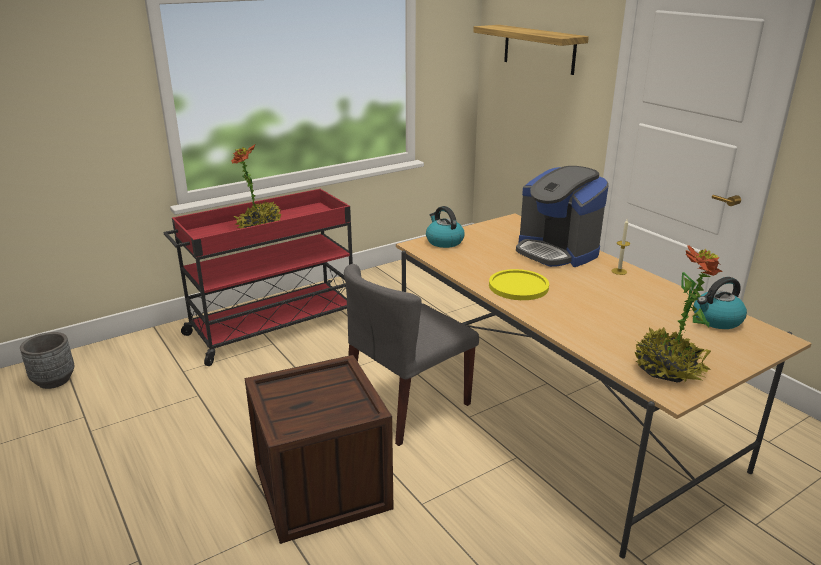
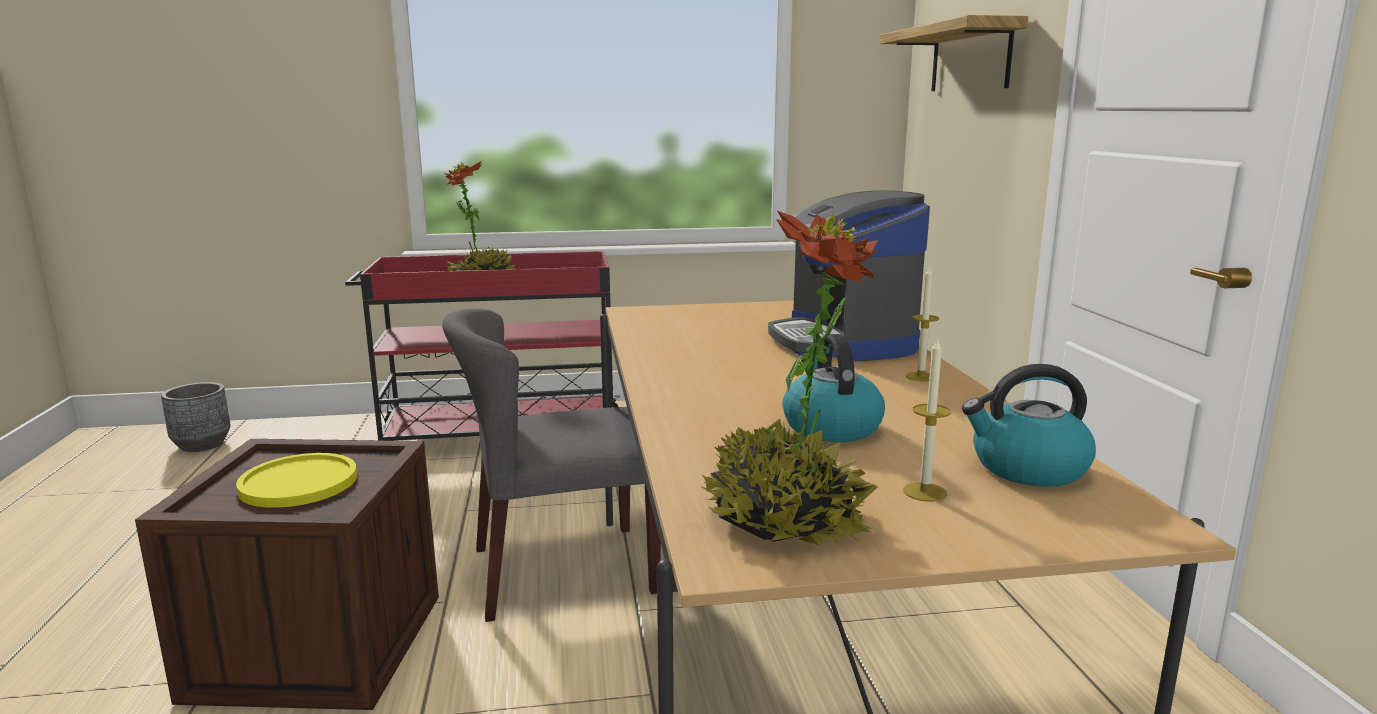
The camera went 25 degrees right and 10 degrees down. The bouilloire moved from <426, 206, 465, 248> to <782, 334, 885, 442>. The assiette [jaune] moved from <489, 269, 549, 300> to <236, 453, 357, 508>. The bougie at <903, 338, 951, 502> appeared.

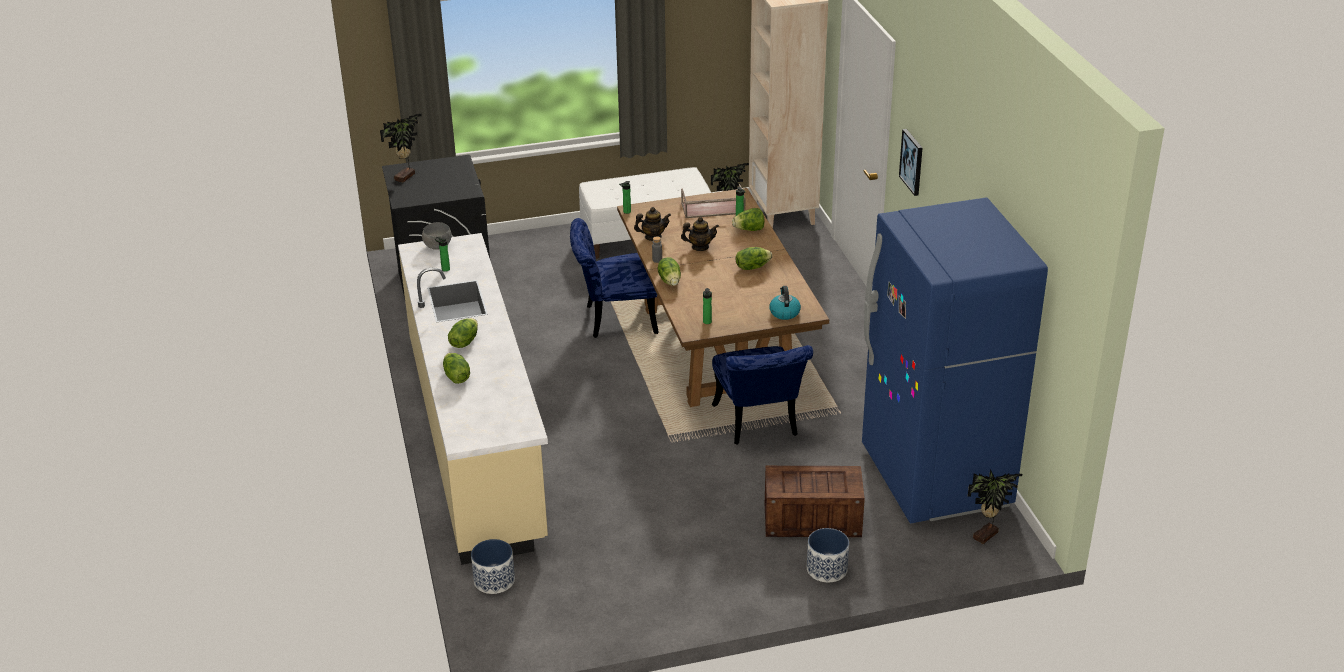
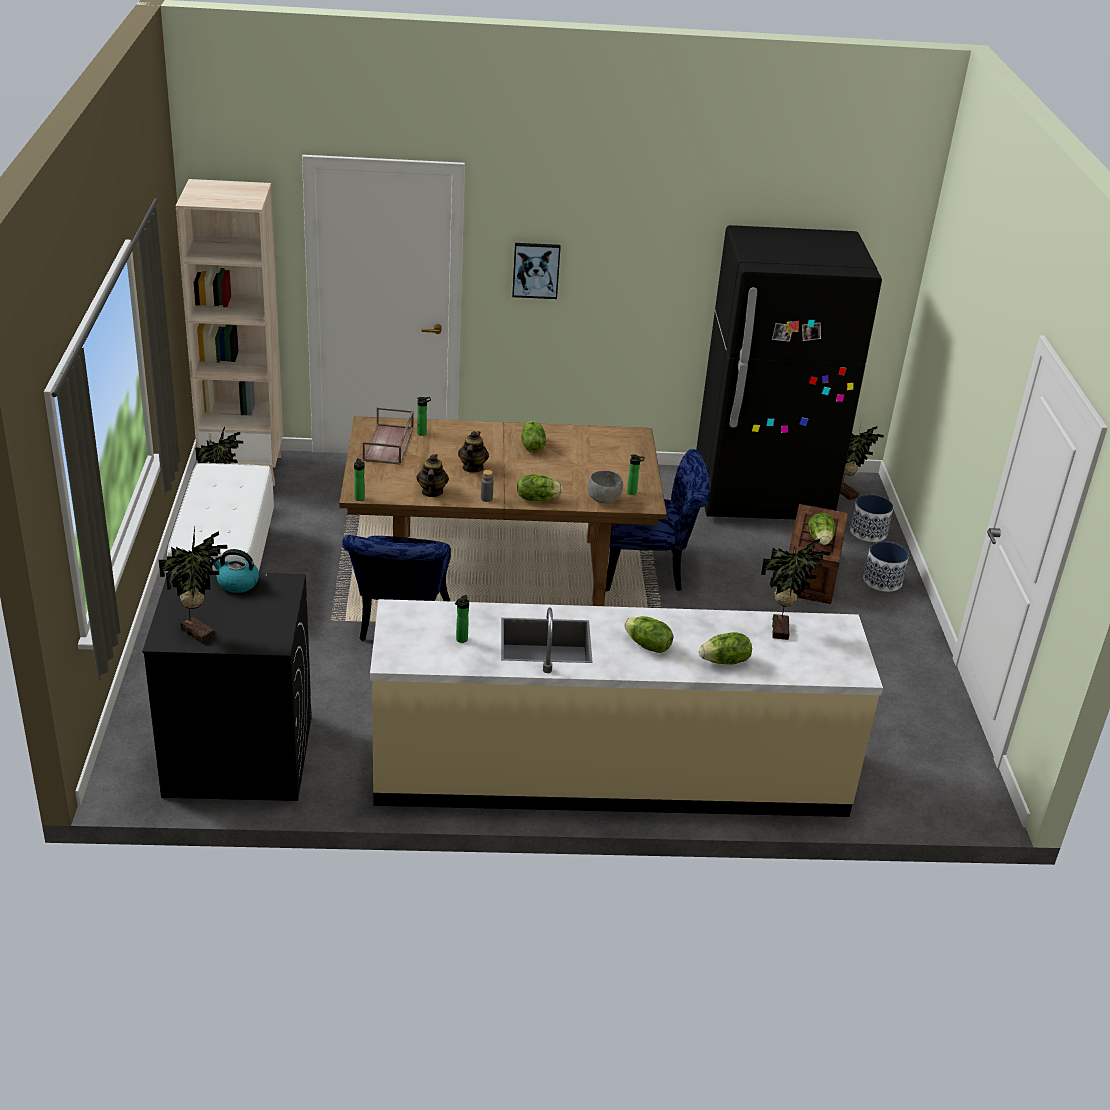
The camera went 80 degrees left and 0 degrees up. The bol [gris] moved from <422, 222, 452, 250> to <588, 471, 623, 504>. The cache-pot moved from <471, 539, 515, 594> to <850, 495, 893, 542>. The laitue moved from <732, 208, 764, 231> to <808, 513, 835, 545>. The bouilloire moved from <769, 286, 801, 320> to <210, 549, 259, 593>. The réfrigérateur [bleu] at <862, 197, 1048, 524> became the réfrigérateur [noir] at <696, 225, 882, 520>. The plante en pot at <761, 539, 831, 640> appeared.

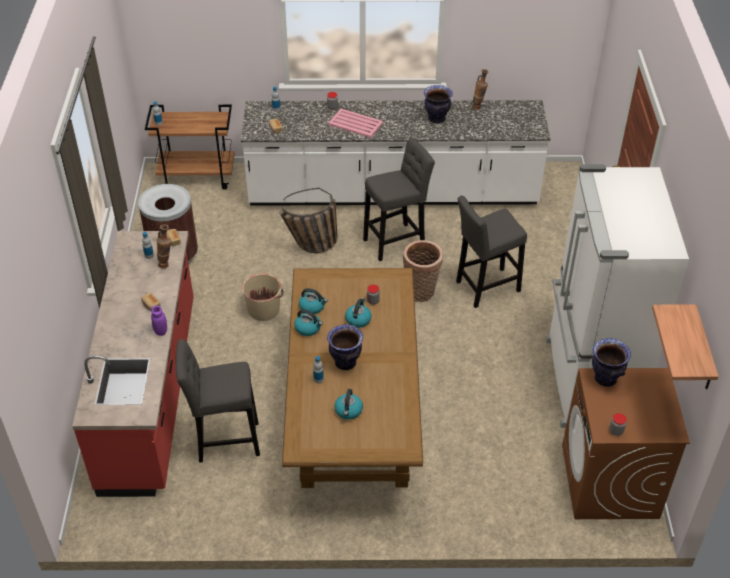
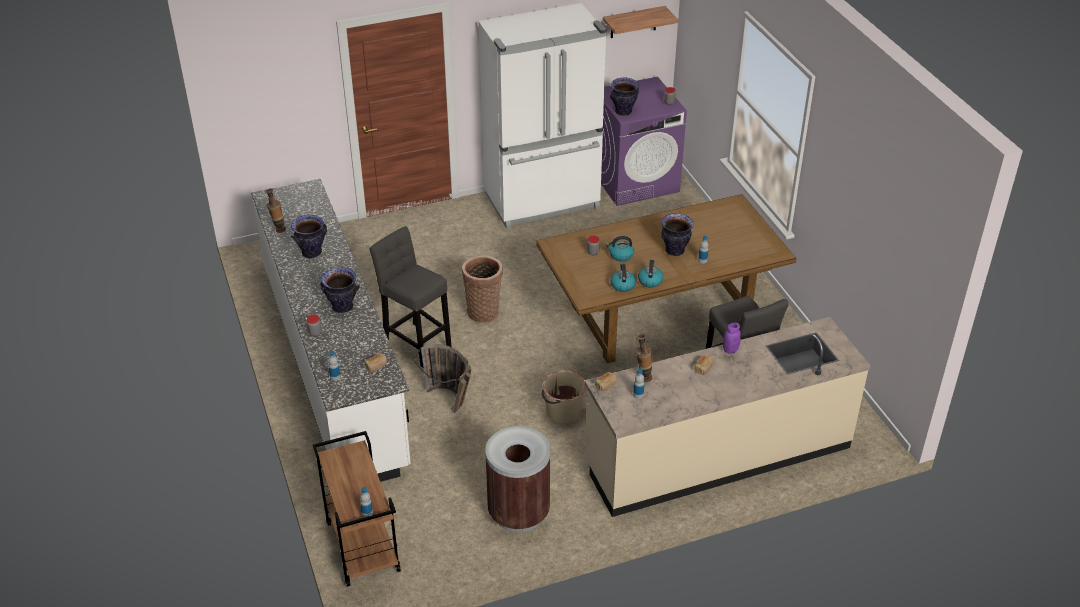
The camera went 110 degrees left and 5 degrees down. The comptoir de cuisine [rouge] at <72, 231, 194, 497> became the comptoir de cuisine [beige] at <585, 317, 870, 517>. The plateau [rose] at <328, 109, 383, 138> was replaced by the vase at <320, 268, 360, 313>. The bouilloire at <334, 389, 363, 420> disappeared. The tabouret [gris] at <456, 196, 527, 308> disappeared. The lave-linge [marron] at <562, 368, 690, 519> became the lave-linge [violet] at <601, 77, 687, 206>.

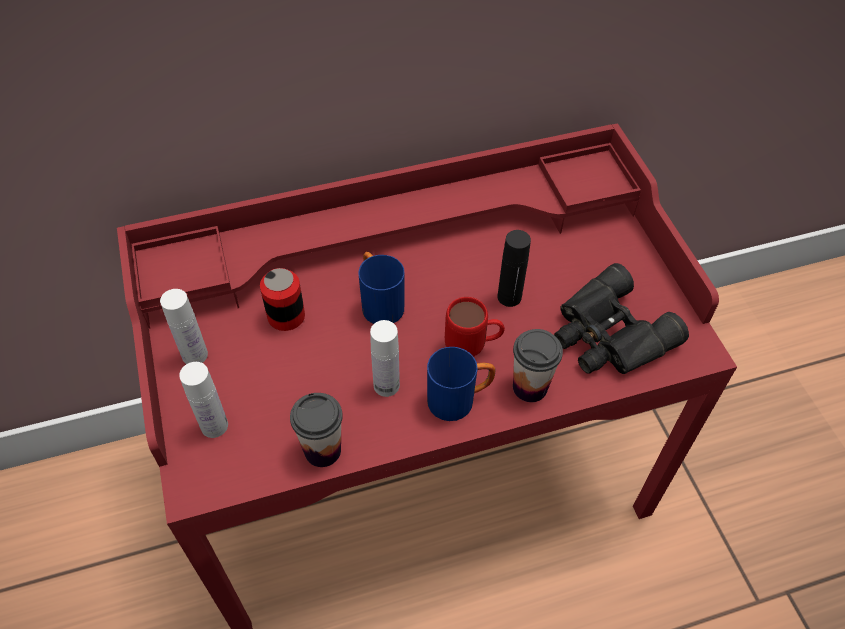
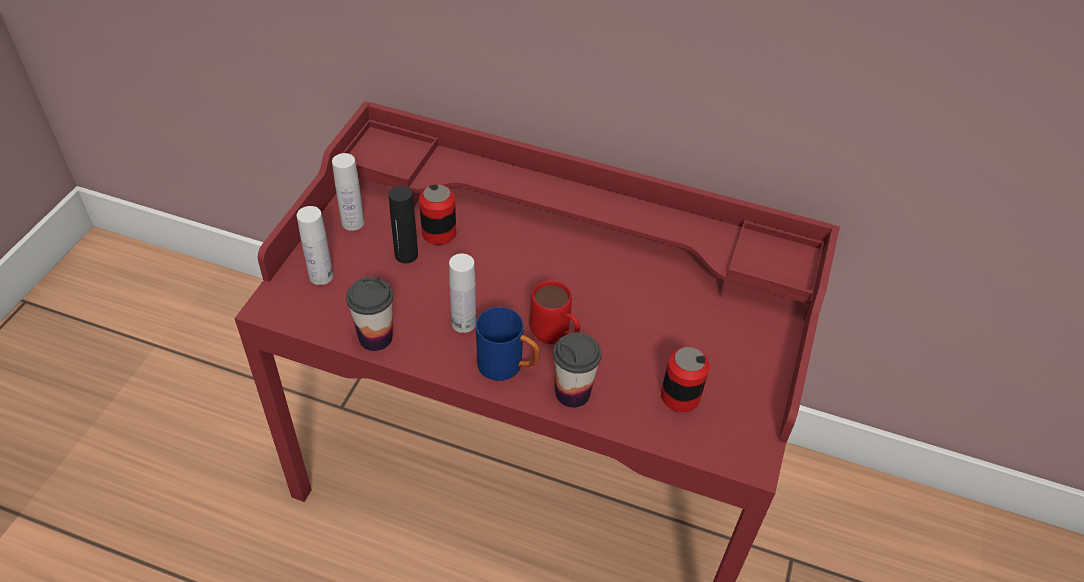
The camera went 35 degrees right and 5 degrees down. The mug [bleu] at <358, 252, 404, 324> disappeared. The bouteille [noir] moved from <497, 230, 531, 307> to <389, 185, 418, 263>. The jumelles [noir] at <554, 263, 689, 374> was replaced by the boîte métallique at <661, 347, 710, 412>.

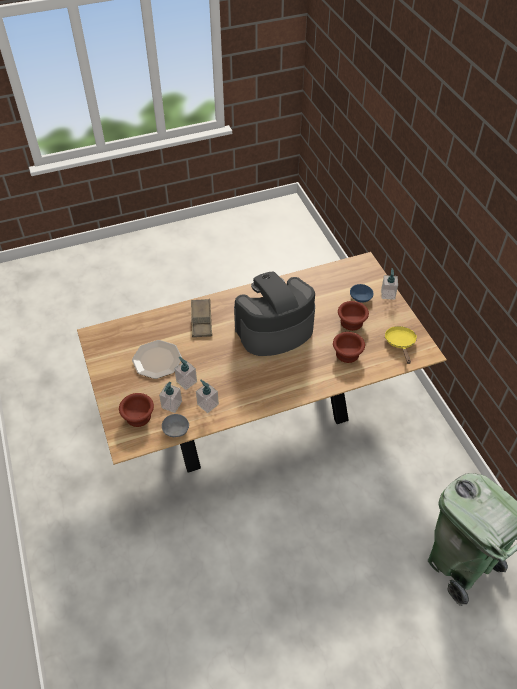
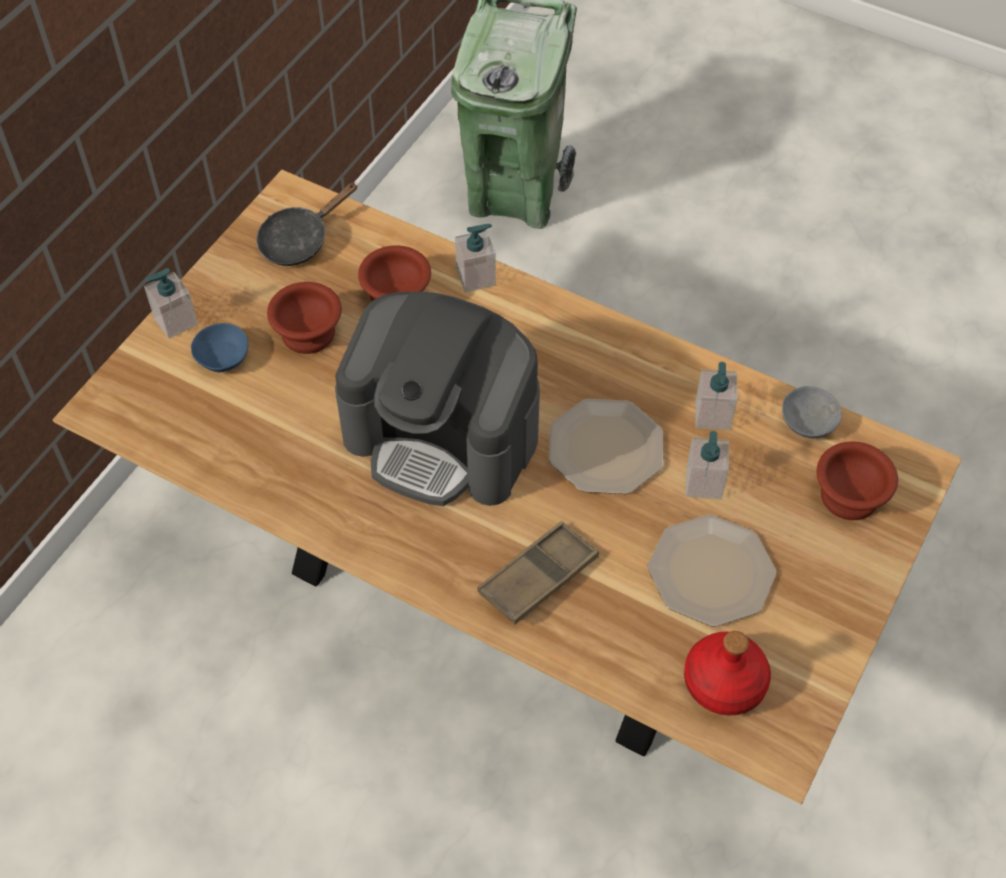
The camera went 130 degrees left and 5 degrees up. The distributeur de savon moved from <159, 382, 182, 413> to <455, 224, 496, 293>. The poêle [jaune] at <385, 326, 417, 364> became the poêle [noir] at <256, 182, 358, 266>. The assiette at <549, 399, 663, 494> appeared. The bouteille [rouge] at <684, 631, 771, 715> appeared.

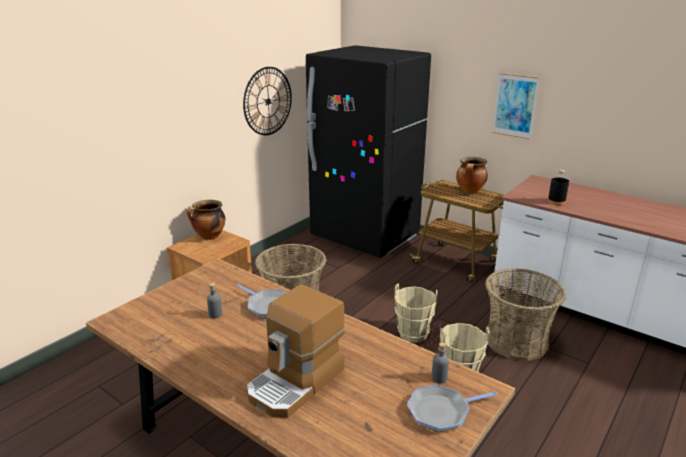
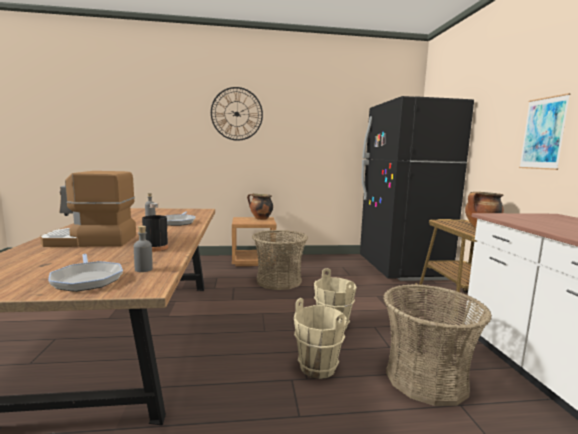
The camera went 45 degrees right and 15 degrees down. The horloge murale moved from <243, 67, 292, 135> to <211, 87, 263, 141>. The poêle at <407, 385, 497, 432> turned 150 degrees counterclockwise. The bouteille [noir] moved from <548, 170, 569, 205> to <142, 203, 168, 252>.

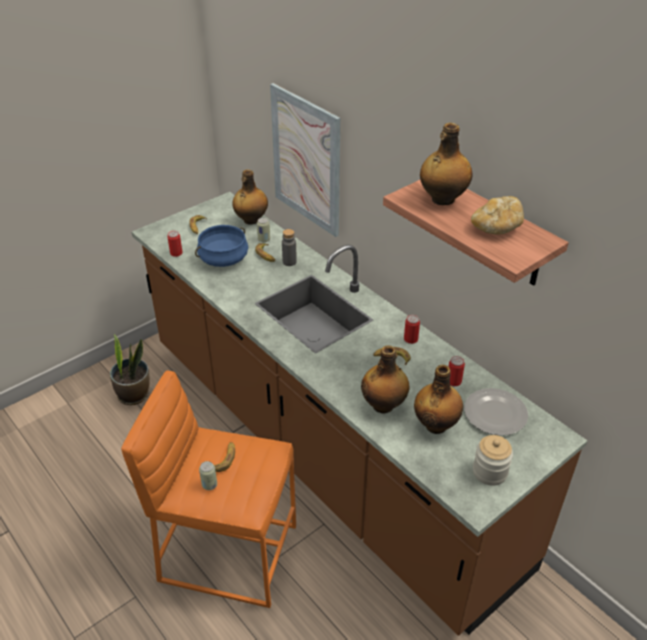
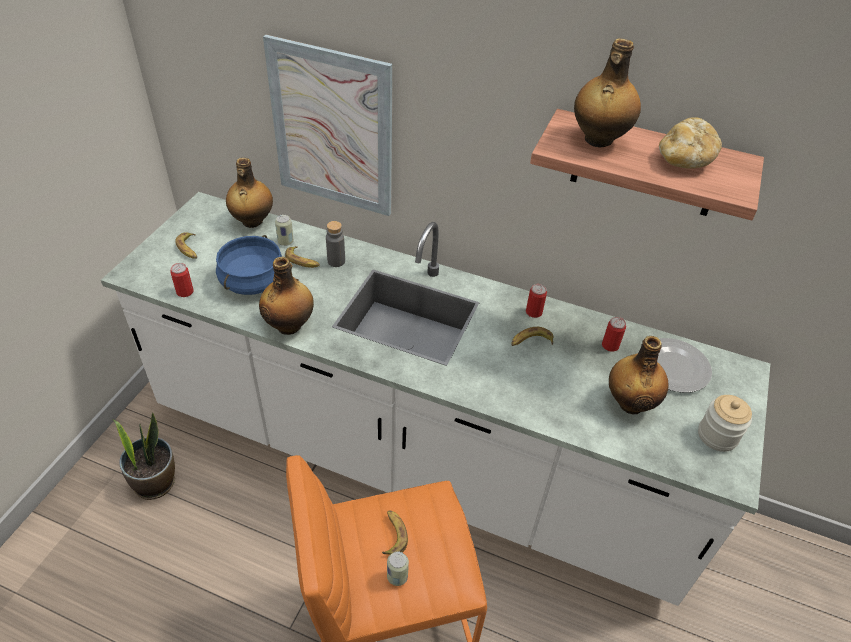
The camera went 30 degrees left and 5 degrees up. The comptoir de cuisine [marron] at <132, 192, 588, 636> became the comptoir de cuisine [blanc] at <101, 192, 770, 606>. The bouteille moved from <361, 345, 410, 414> to <259, 257, 314, 335>.

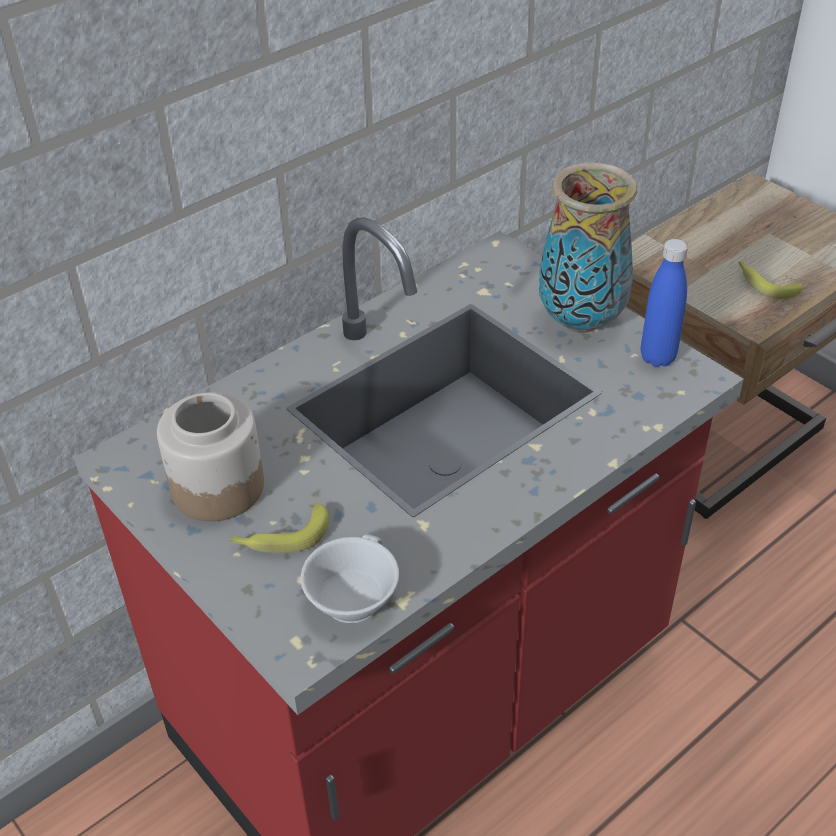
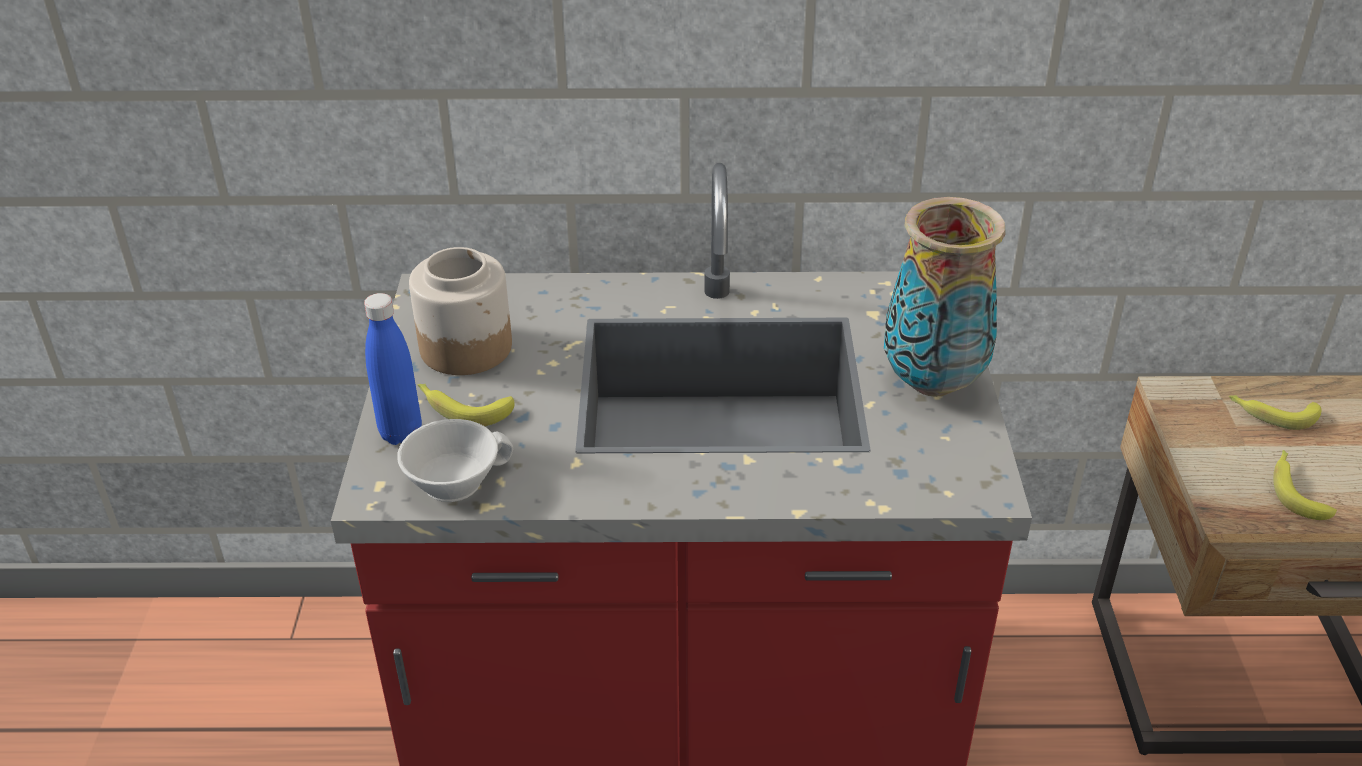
The camera went 40 degrees right and 5 degrees down. The bouteille [bleu] moved from <641, 239, 688, 367> to <364, 293, 422, 445>. The banane at <1229, 395, 1322, 430> appeared.

